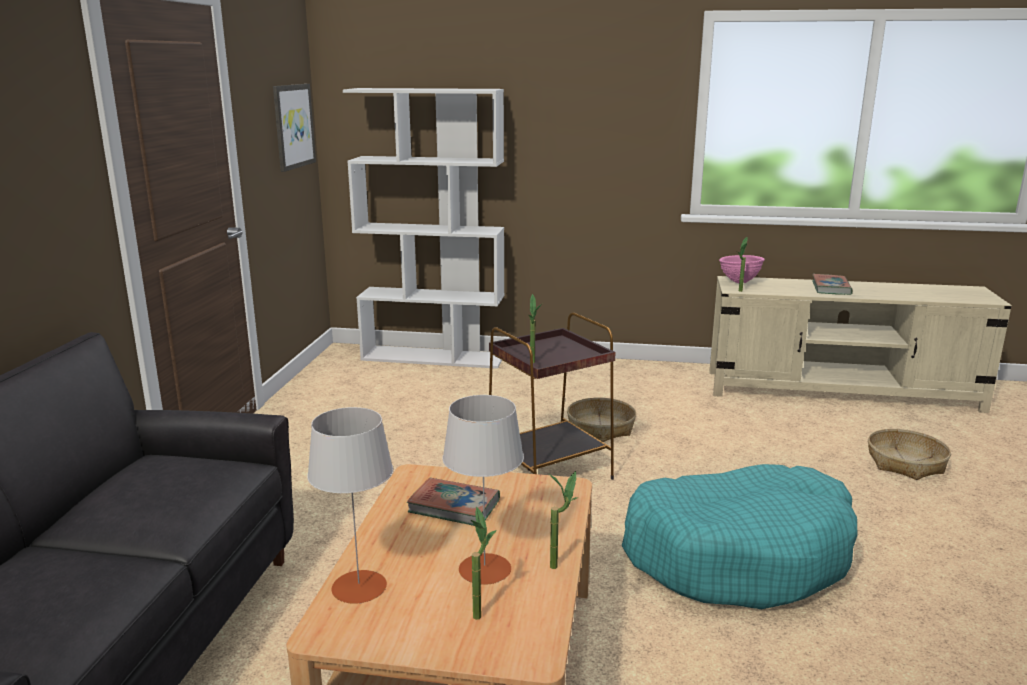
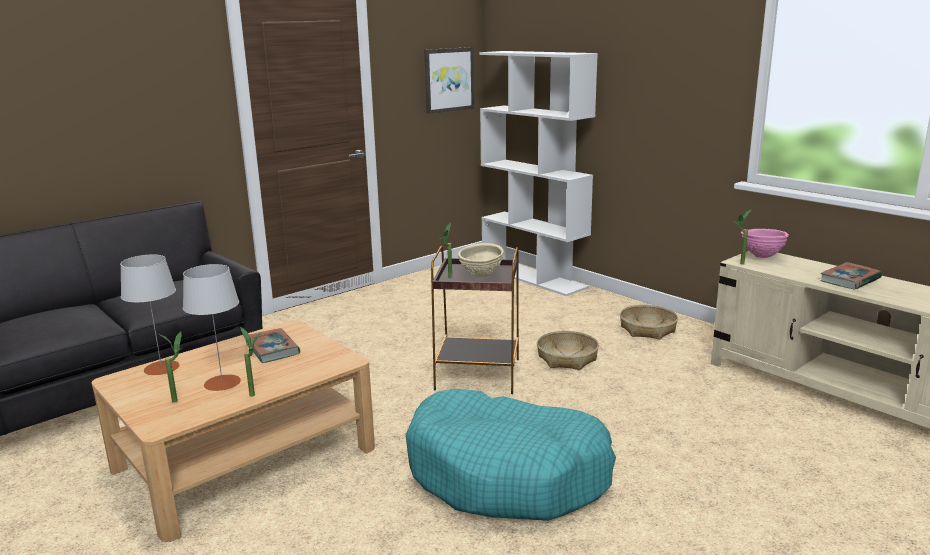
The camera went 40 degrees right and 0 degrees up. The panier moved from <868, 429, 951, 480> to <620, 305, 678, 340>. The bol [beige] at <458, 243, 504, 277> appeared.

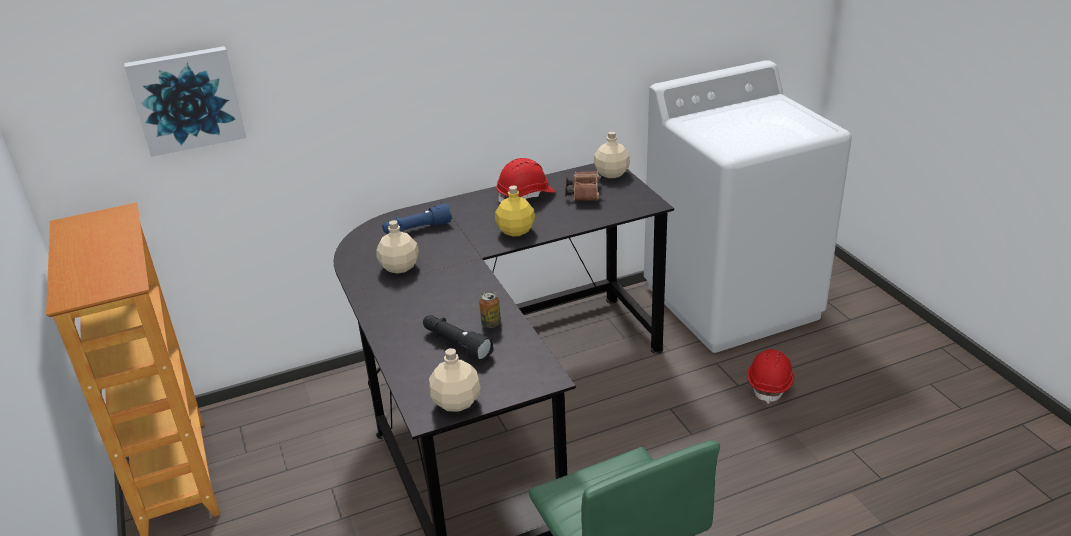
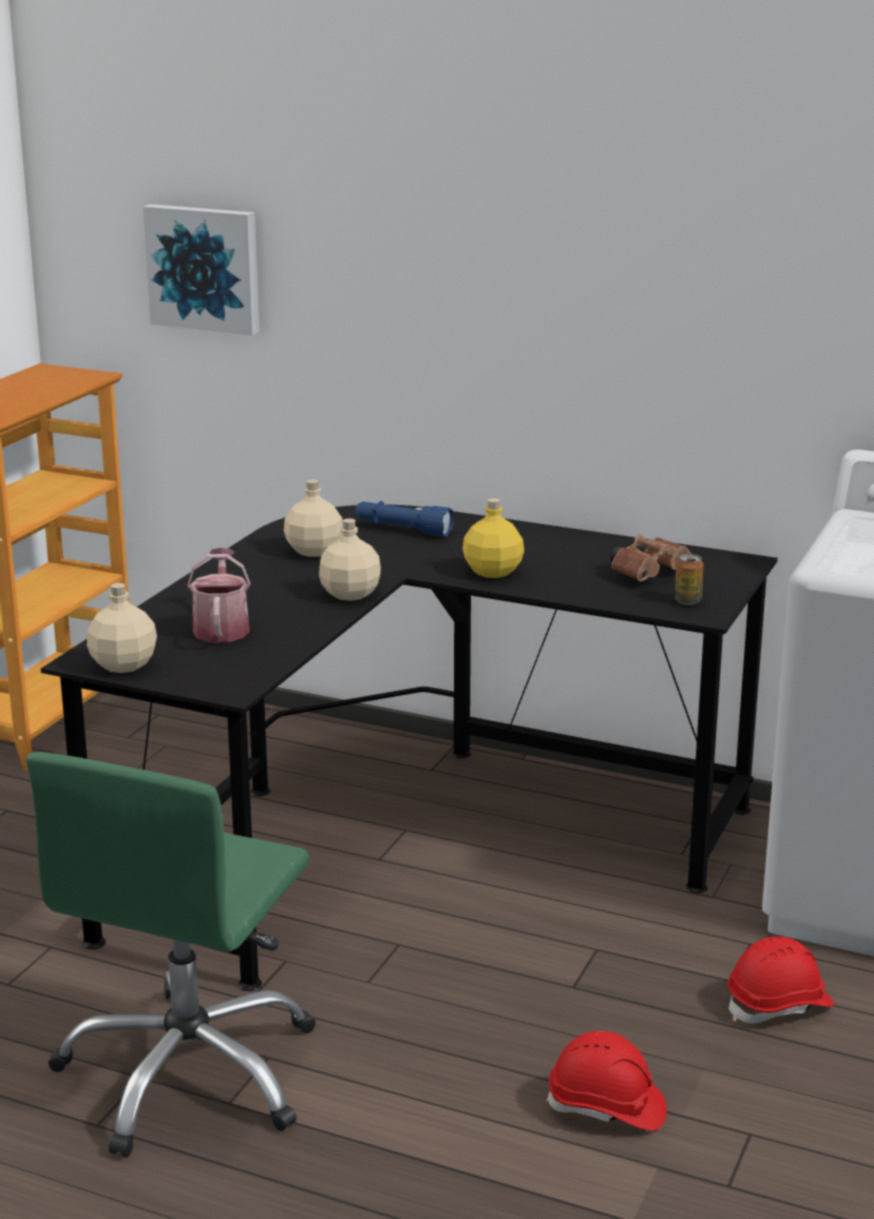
The camera went 45 degrees right and 10 degrees down. The lampe de poche [noir] at <423, 315, 493, 361> was replaced by the arrosoir at <187, 548, 251, 643>. The boîte métallique moved from <479, 291, 501, 328> to <675, 554, 704, 605>. The casque de chantier [rouge] moved from <496, 158, 555, 203> to <546, 1031, 667, 1131>. The bouteille [beige] moved from <594, 131, 630, 178> to <319, 518, 381, 601>.

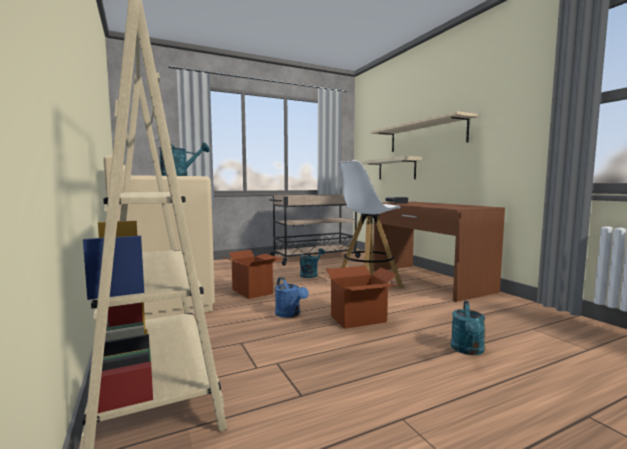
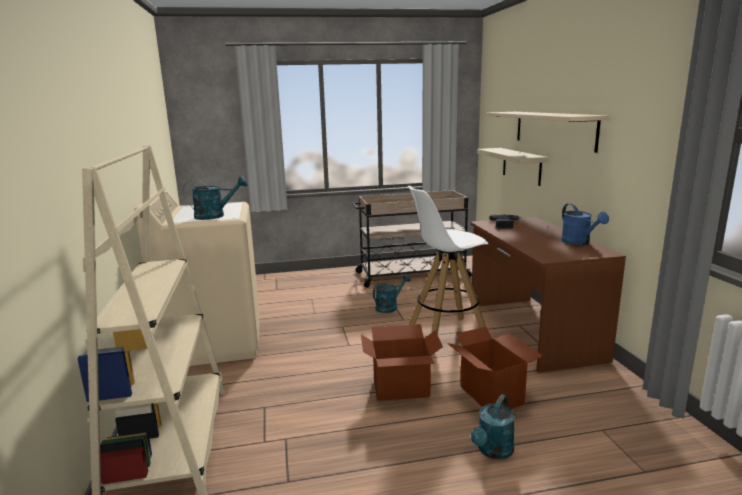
The camera went 15 degrees right and 10 degrees up. The carton moved from <221, 250, 283, 299> to <447, 327, 543, 409>. The arrosoir [bleu] moved from <275, 277, 309, 318> to <561, 203, 609, 245>.

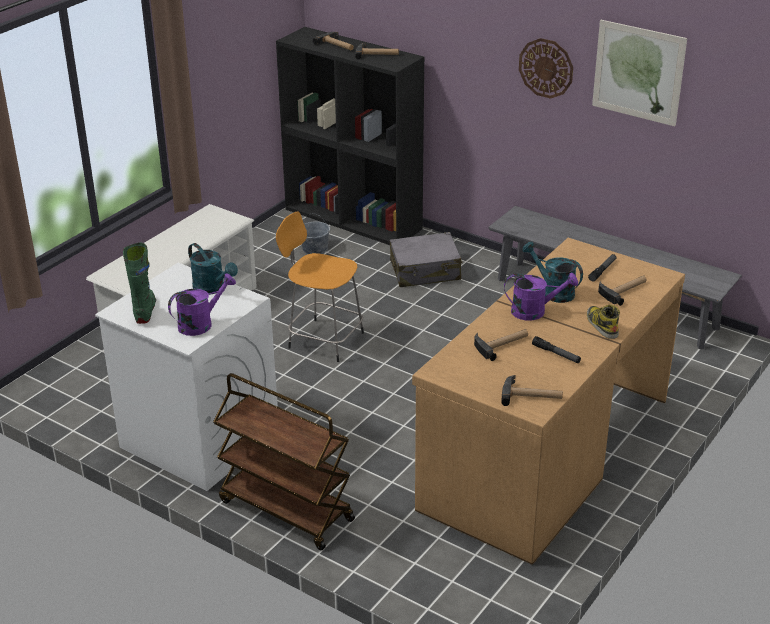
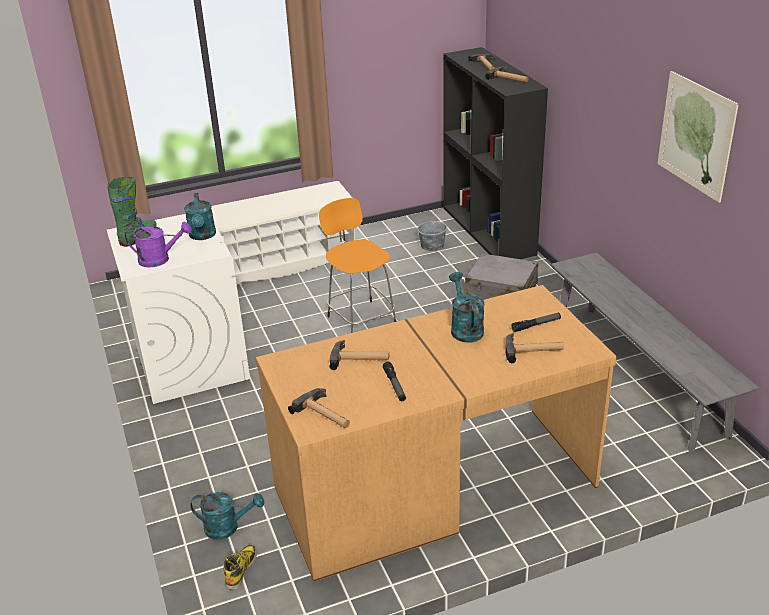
The camera went 35 degrees right and 0 degrees up. The chariot [marron] at <213, 373, 355, 550> disappeared. The arrosoir [violet] at <504, 273, 578, 320> disappeared. The horloge murale at <519, 38, 573, 99> disappeared. The botte moved from <587, 305, 620, 339> to <223, 544, 257, 590>. The arrosoir [turquoise] at <190, 492, 264, 540> appeared.

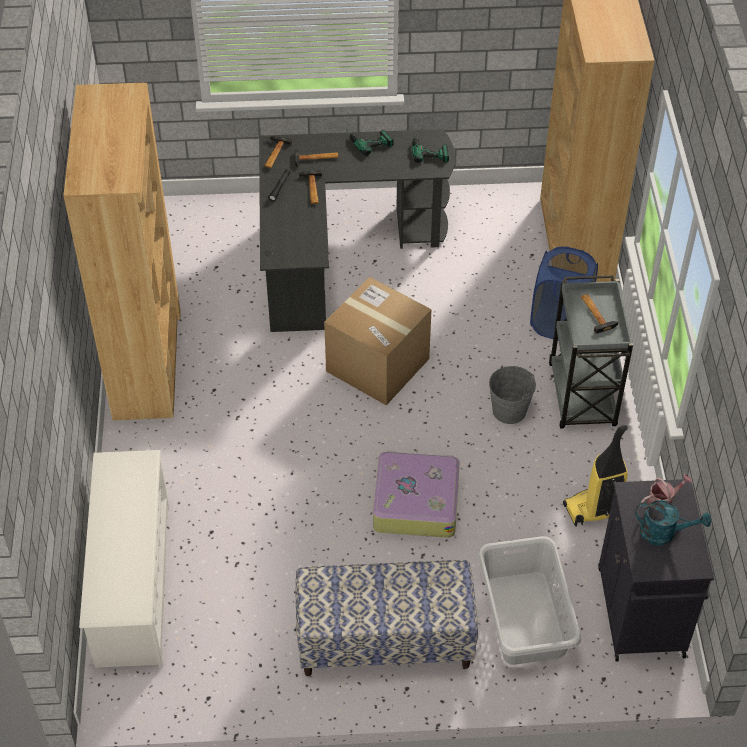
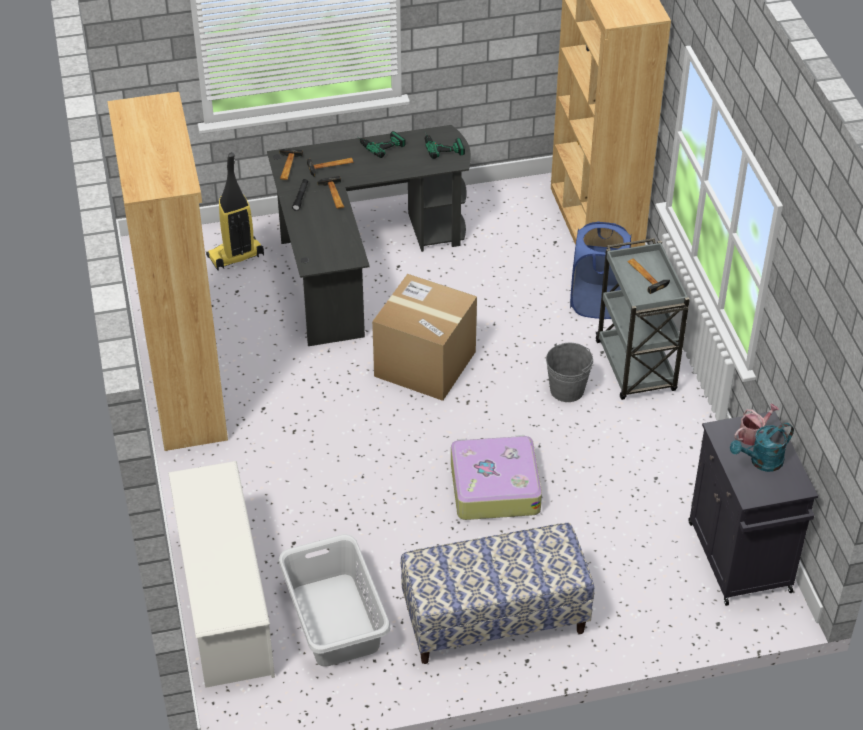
The camera went 10 degrees left and 5 degrees down. The panier à linge [gris] moved from <478, 536, 581, 665> to <278, 534, 390, 667>. The aspirateur moved from <563, 425, 628, 527> to <206, 152, 264, 270>. The arrosoir [turquoise] at <635, 500, 711, 546> turned 150 degrees clockwise.

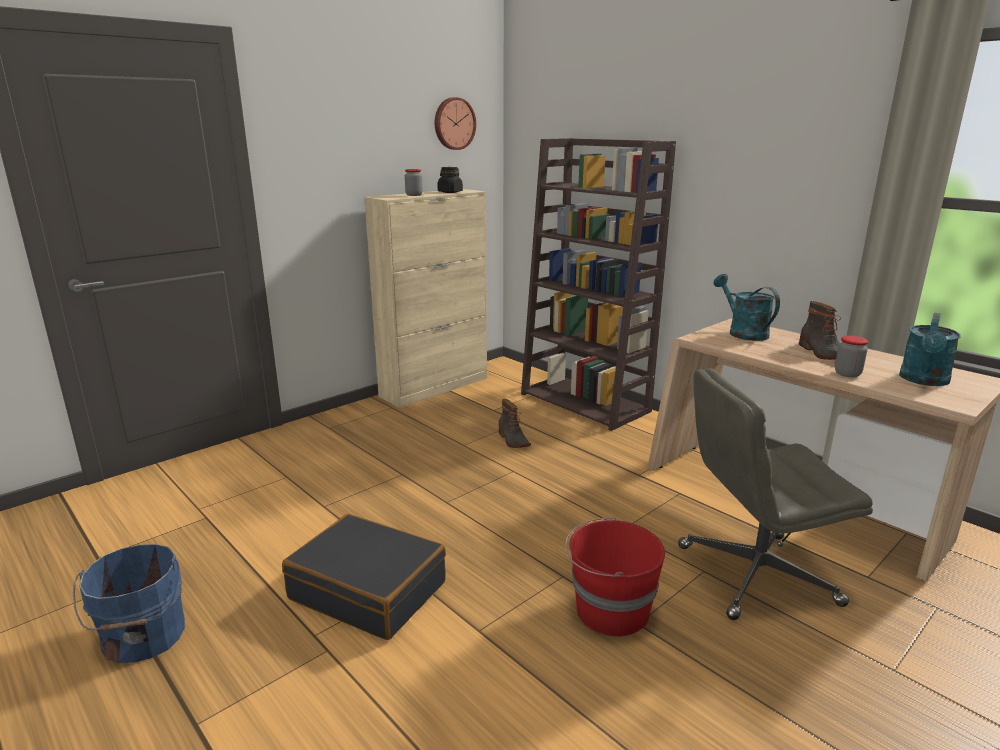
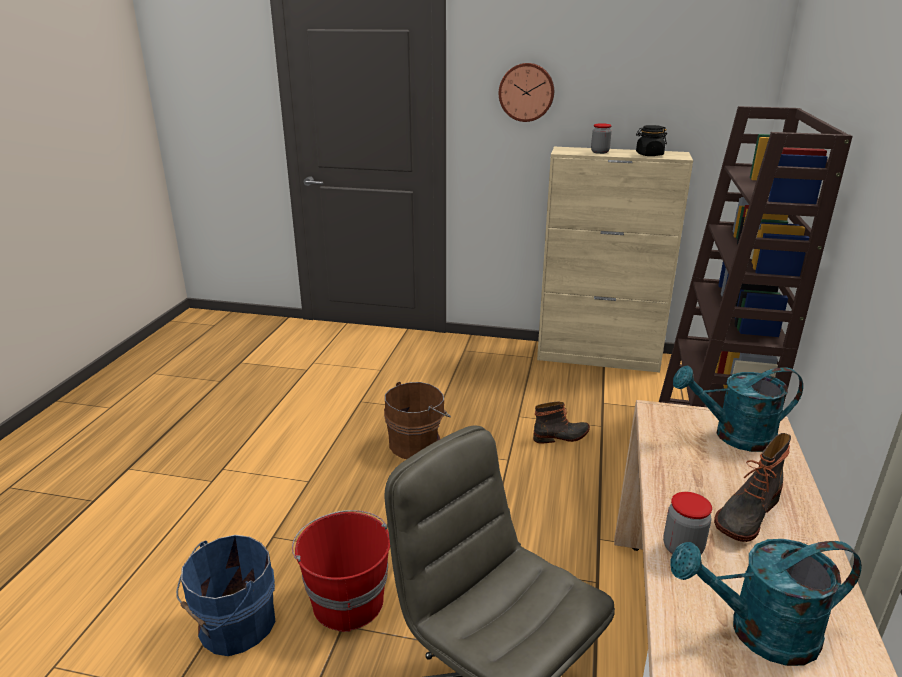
The camera went 55 degrees right and 5 degrees up. The seau [bleu] moved from <73, 544, 185, 663> to <176, 535, 275, 656>. The valise [noir] at <282, 514, 446, 640> disappeared. The horloge murale moved from <435, 97, 476, 150> to <499, 63, 554, 122>. The botte at <499, 399, 531, 448> turned 135 degrees counterclockwise. The arrosoir [turquoise] at <713, 274, 780, 341> turned 120 degrees counterclockwise. The seau [marron] at <384, 382, 451, 459> appeared.

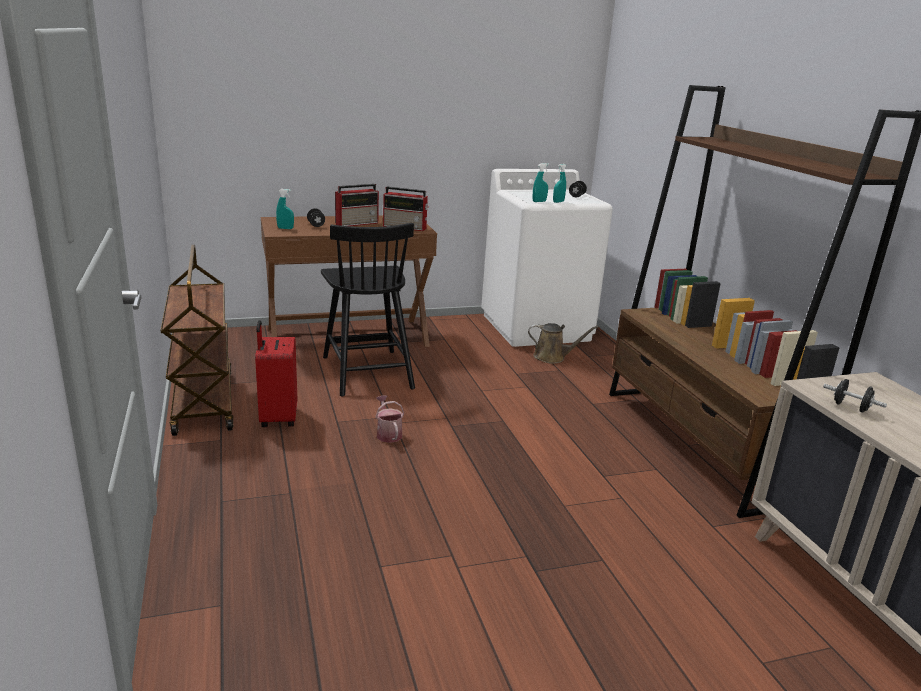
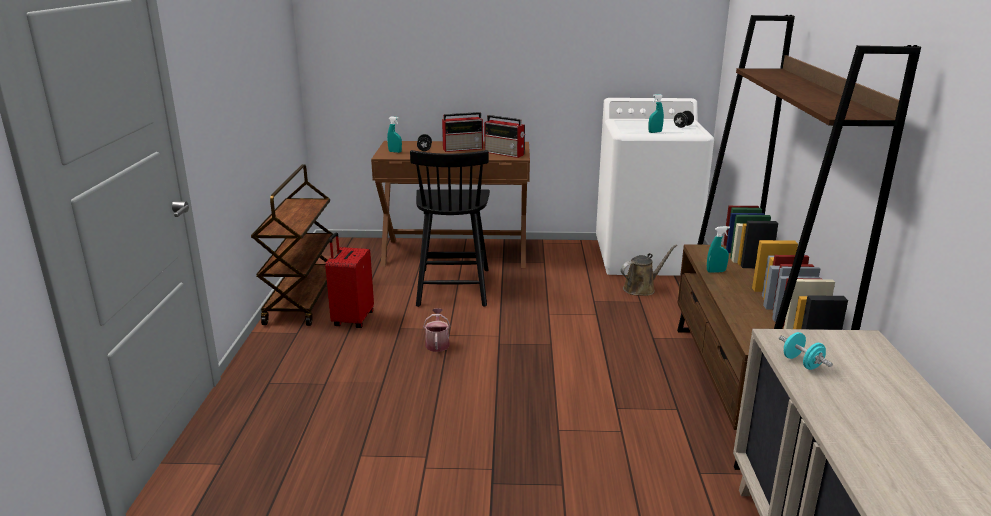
The camera went 20 degrees right and 0 degrees up. The arrosoir [marron] at <528, 323, 598, 364> turned 60 degrees counterclockwise. The vaporisateur [turquoise] moved from <533, 163, 549, 202> to <707, 226, 730, 273>. The haltère [noir] at <823, 379, 887, 413> became the haltère [turquoise] at <779, 332, 833, 370>.

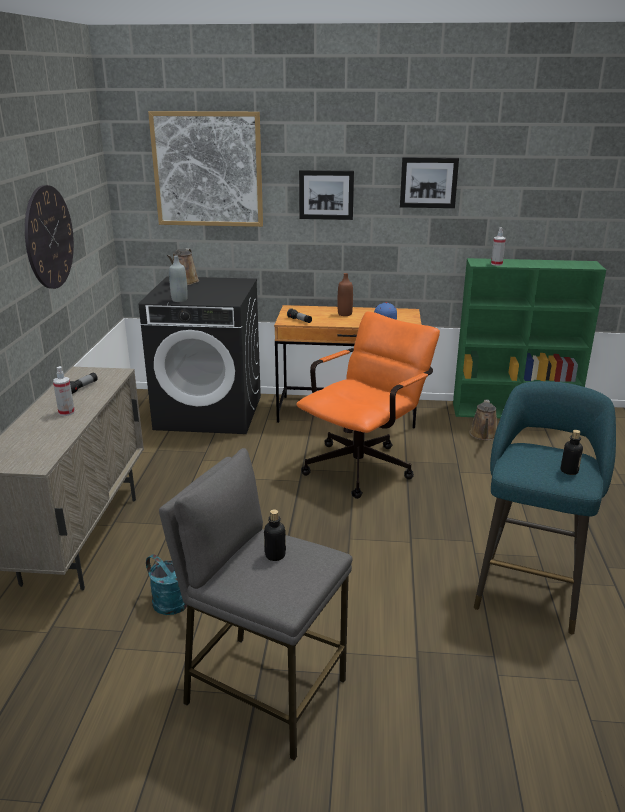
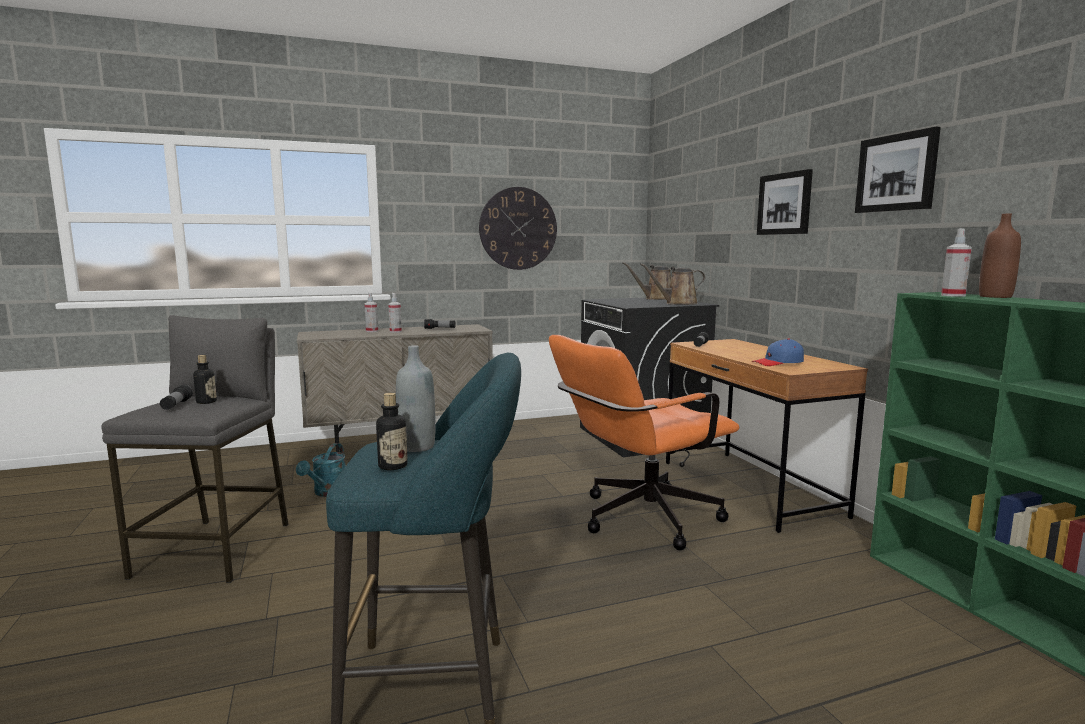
The camera went 65 degrees right and 15 degrees down. The tableau at <148, 111, 263, 227> disappeared. The bouteille [gris] moved from <169, 255, 188, 302> to <396, 345, 435, 452>. The chaise de bureau [orange] at <296, 311, 440, 499> turned 135 degrees clockwise. The bouteille [marron] moved from <337, 273, 353, 316> to <979, 214, 1021, 298>. The arrosoir [marron] moved from <469, 400, 497, 440> to <640, 263, 705, 305>. The lampe de poche at <160, 385, 193, 410> appeared. The vaporisateur at <364, 293, 378, 332> appeared.

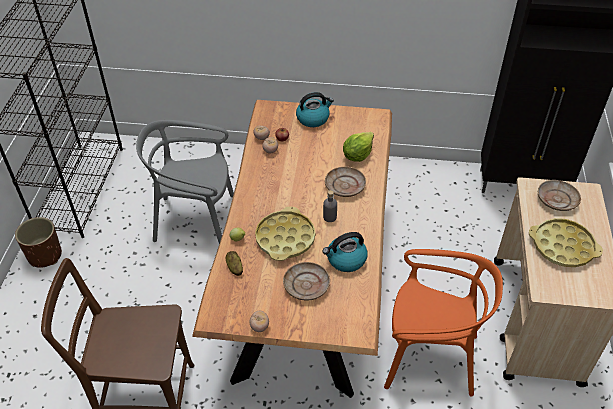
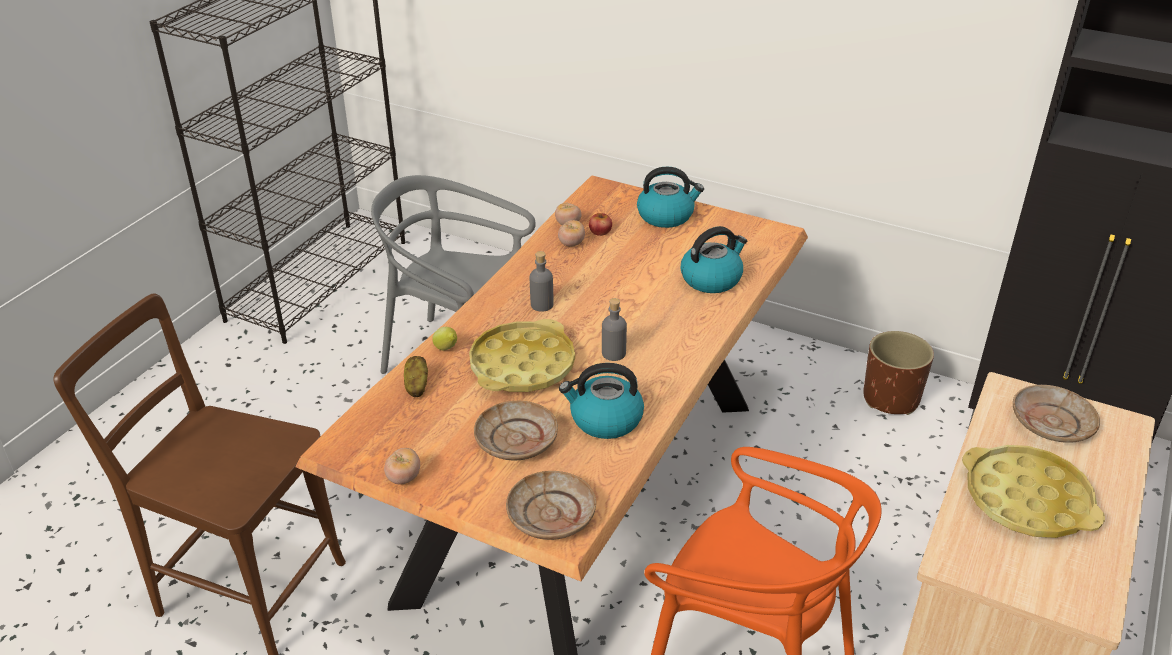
The camera went 20 degrees right and 10 degrees down. The cache-pot [marron] moved from <15, 217, 62, 268> to <863, 331, 934, 415>. The assiette [beige] moved from <325, 167, 366, 197> to <506, 471, 596, 540>. The laitue at <343, 132, 374, 162> was replaced by the bouilloire at <680, 226, 747, 293>. The bouteille [gris] at <530, 251, 554, 312> appeared.

